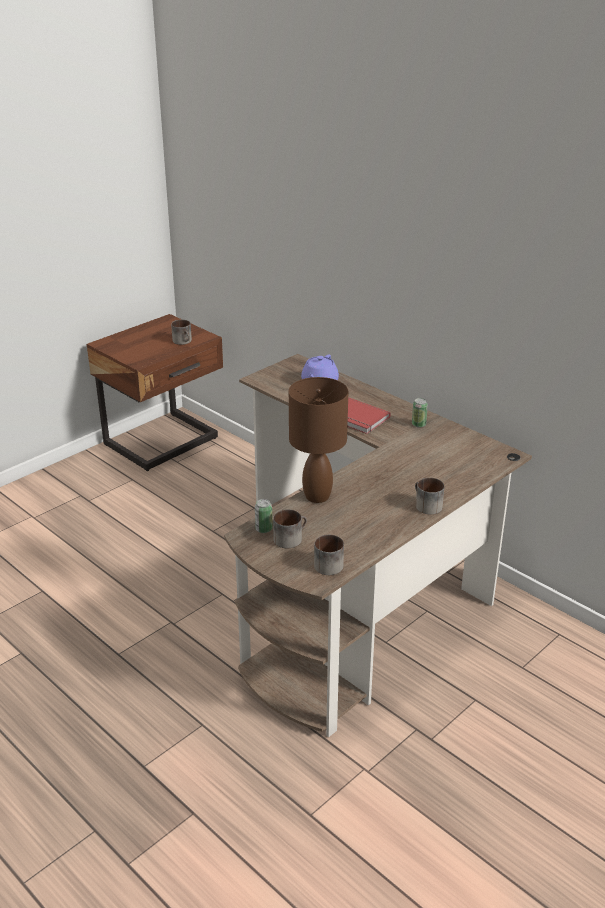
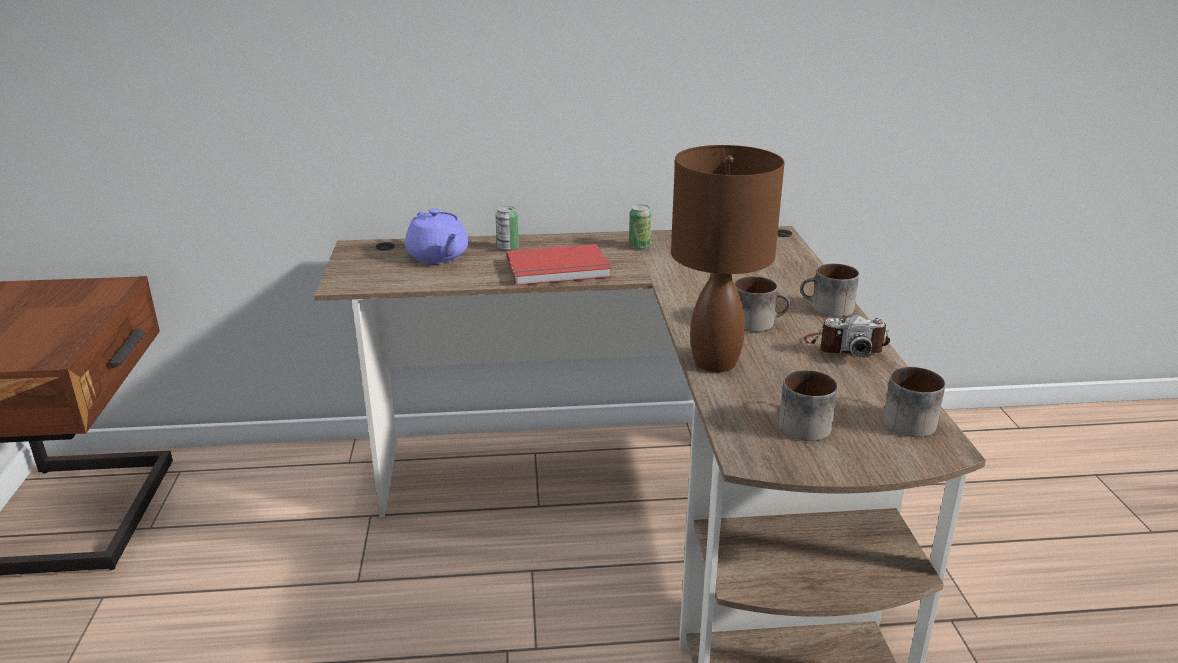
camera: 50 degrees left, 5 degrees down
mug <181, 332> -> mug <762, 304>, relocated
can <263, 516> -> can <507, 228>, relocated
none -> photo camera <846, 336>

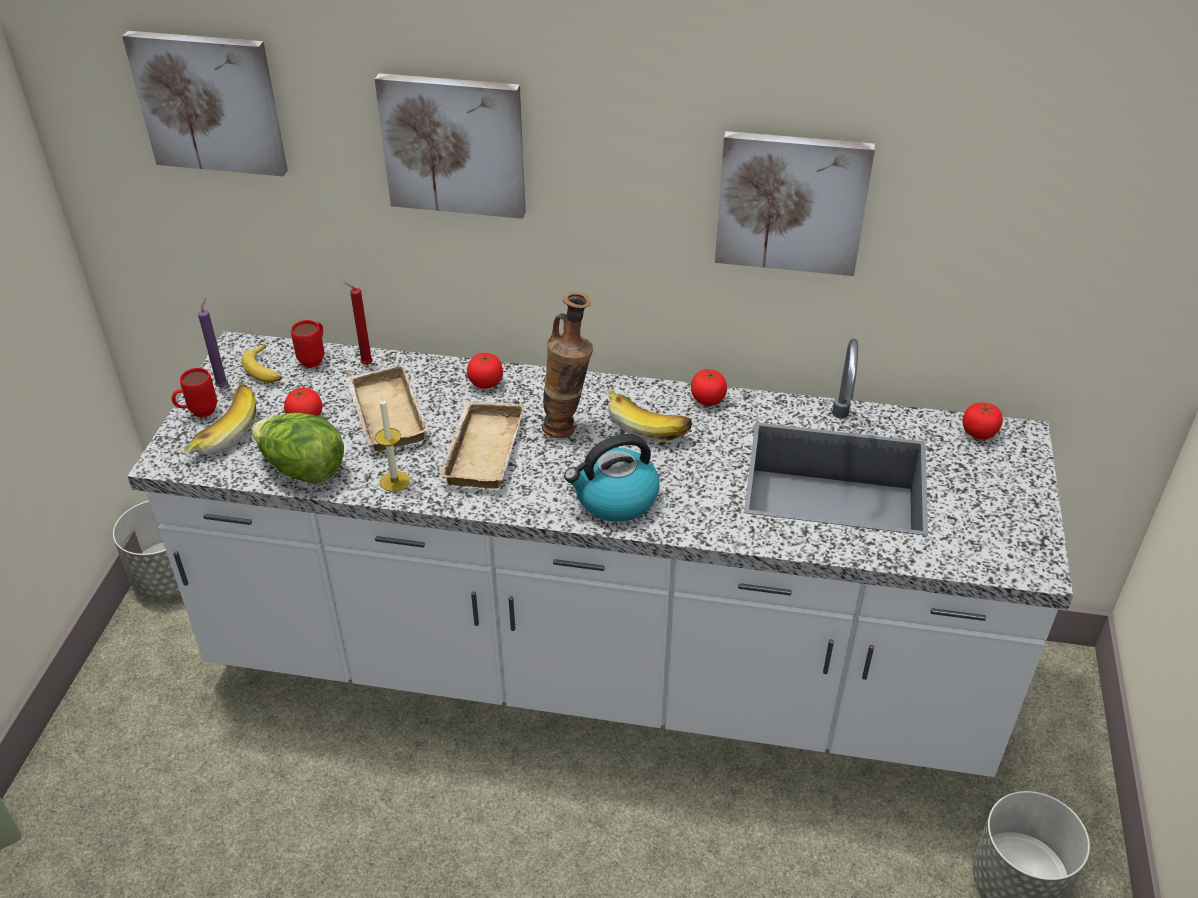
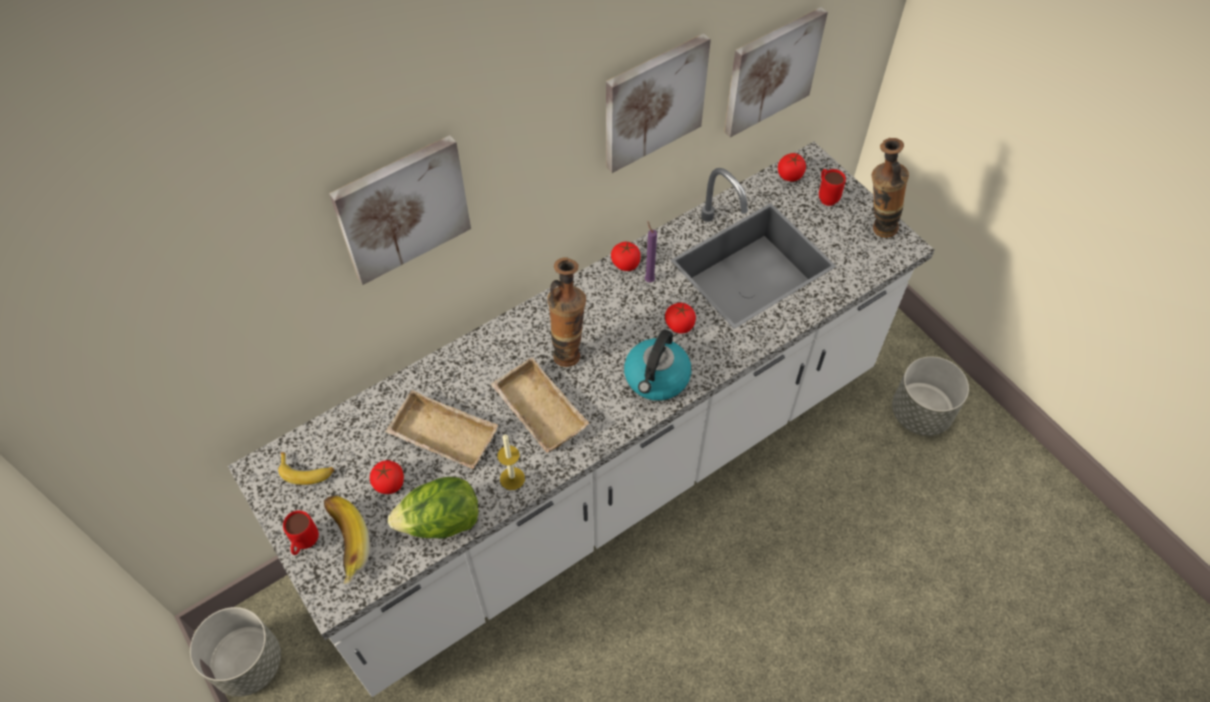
camera: 45 degrees left, 15 degrees up
picture <205, 104> -> picture <776, 72>, relocated
candle (red) <358, 323> -> none
candle (purple) <213, 343> -> candle (purple) <651, 251>, relocated
mug (red) <307, 344> -> mug (red) <832, 187>, relocated
tomato <485, 371> -> tomato <680, 318>, relocated
banana <649, 415> -> none
none -> vase <890, 188>

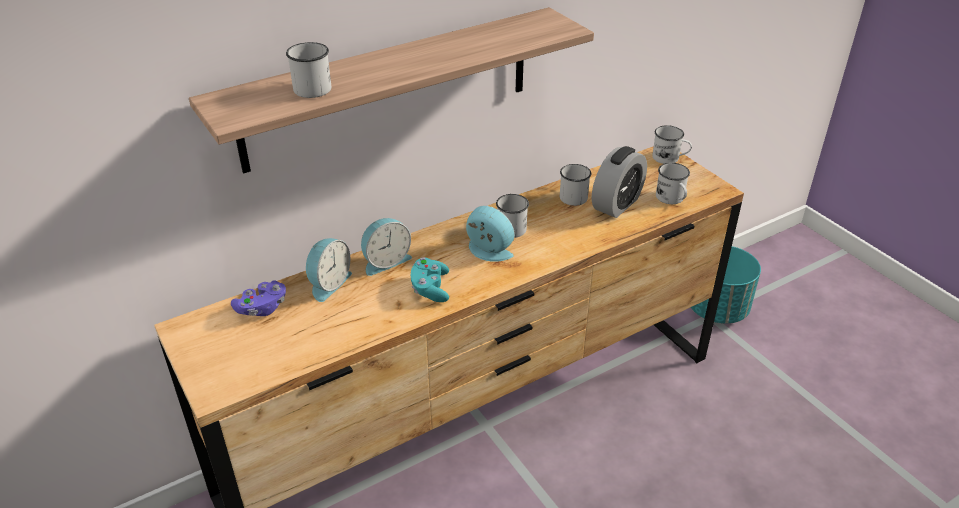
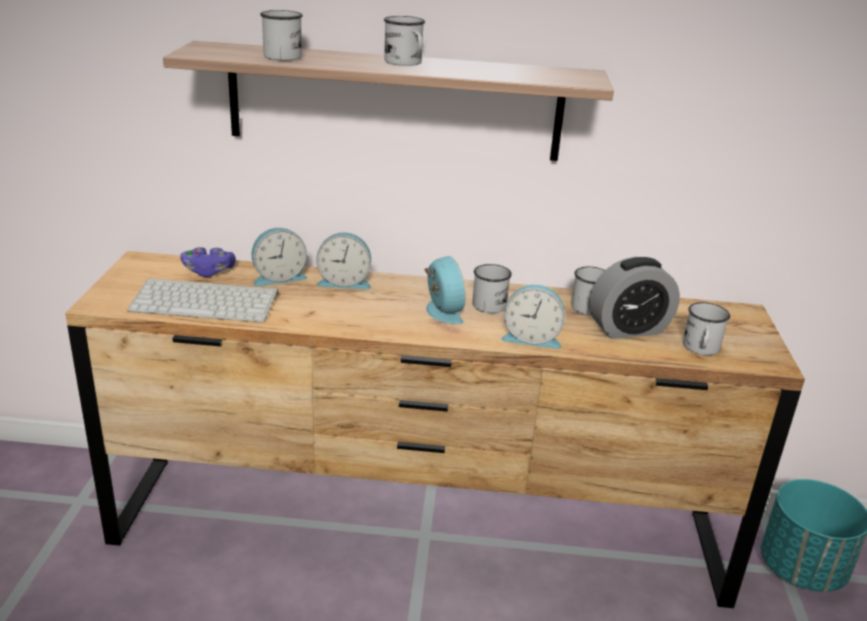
camera: 35 degrees right, 10 degrees down
mug (white) <672, 144> -> mug (white) <404, 41>, relocated
game controller (turquoise) <430, 280> -> none
none -> keyboard <202, 300>
none -> alarm clock <533, 317>

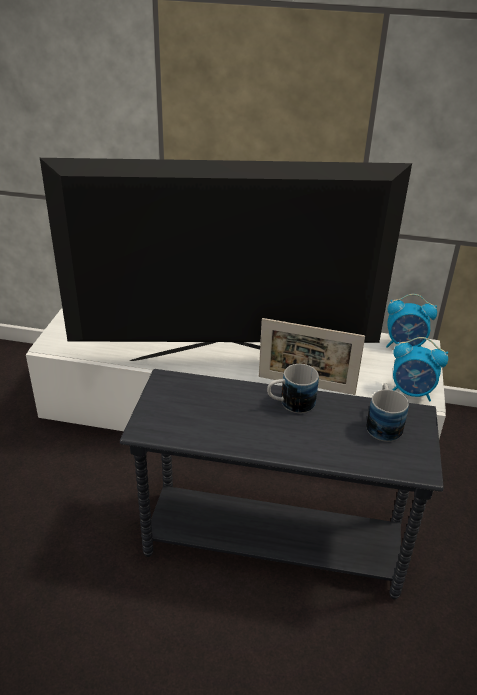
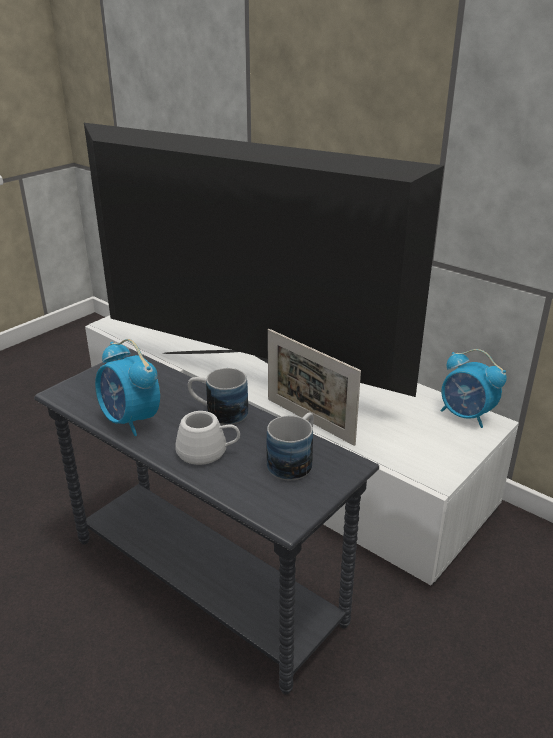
camera: 30 degrees right, 5 degrees down
alarm clock <420, 369> -> alarm clock <127, 387>, relocated
none -> mug (white) <207, 438>

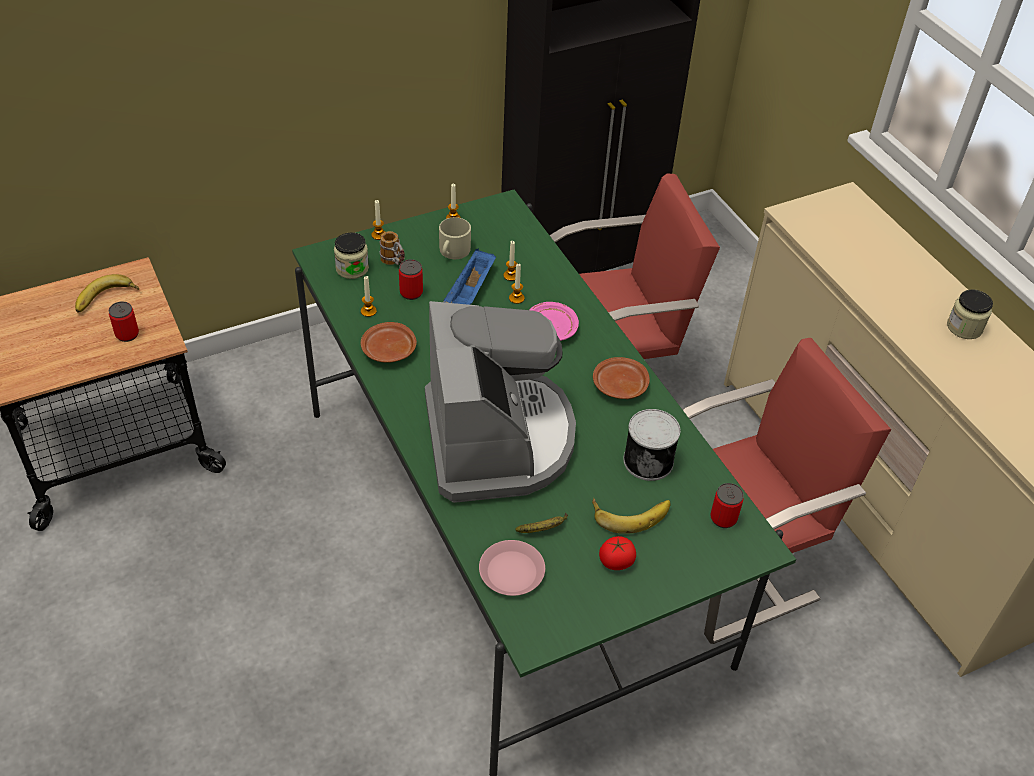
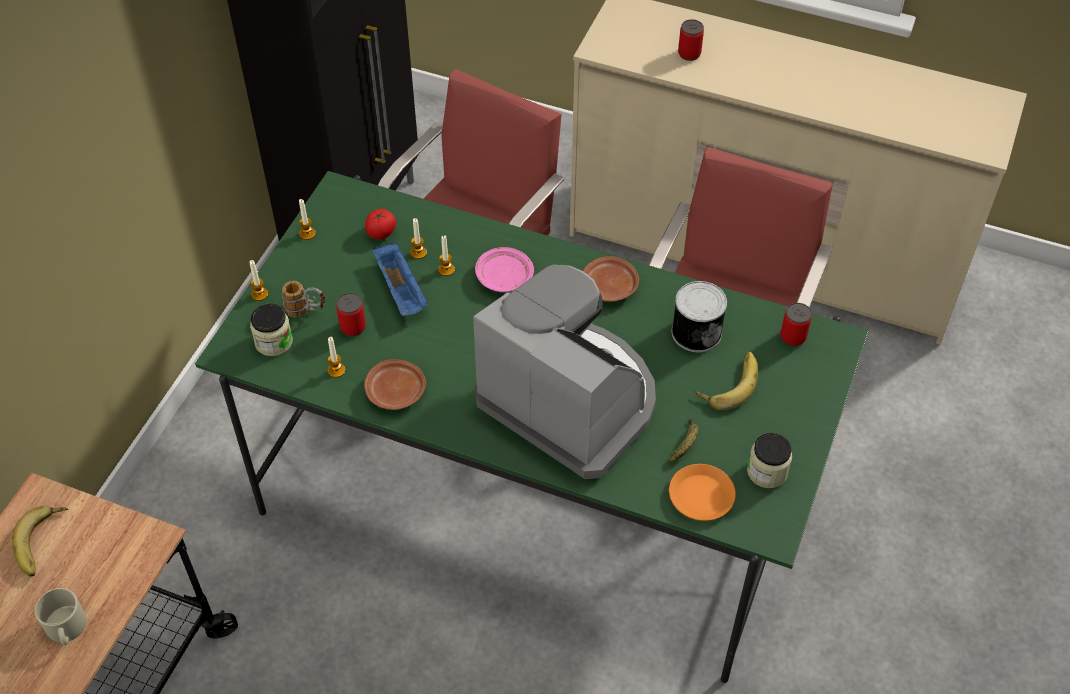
camera: 40 degrees left, 5 degrees up
mug (beige) <455, 238> -> mug (beige) <61, 616>, relocated
jar <970, 314> -> jar <769, 460>, relocated
can <124, 322> -> can <691, 40>, relocated
tomato <617, 553> -> tomato <380, 224>, relocated
plate (pink) <512, 568> -> plate (orange) <702, 492>

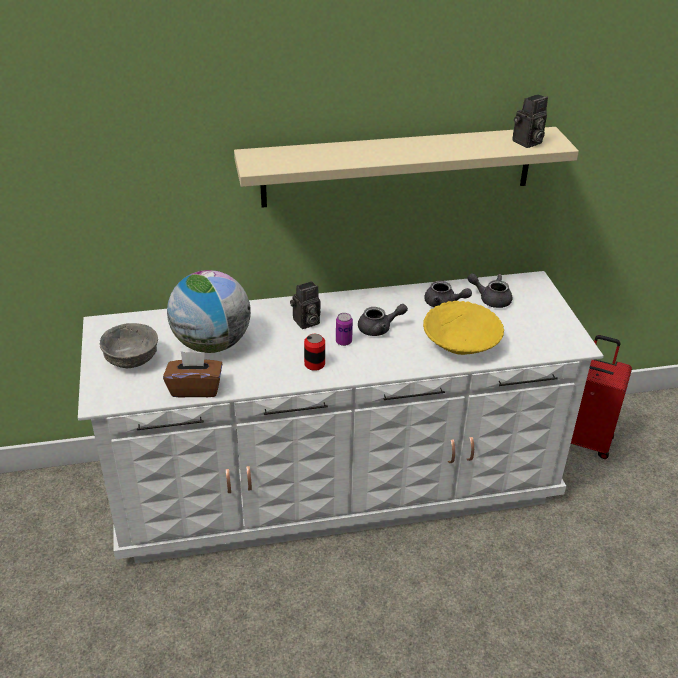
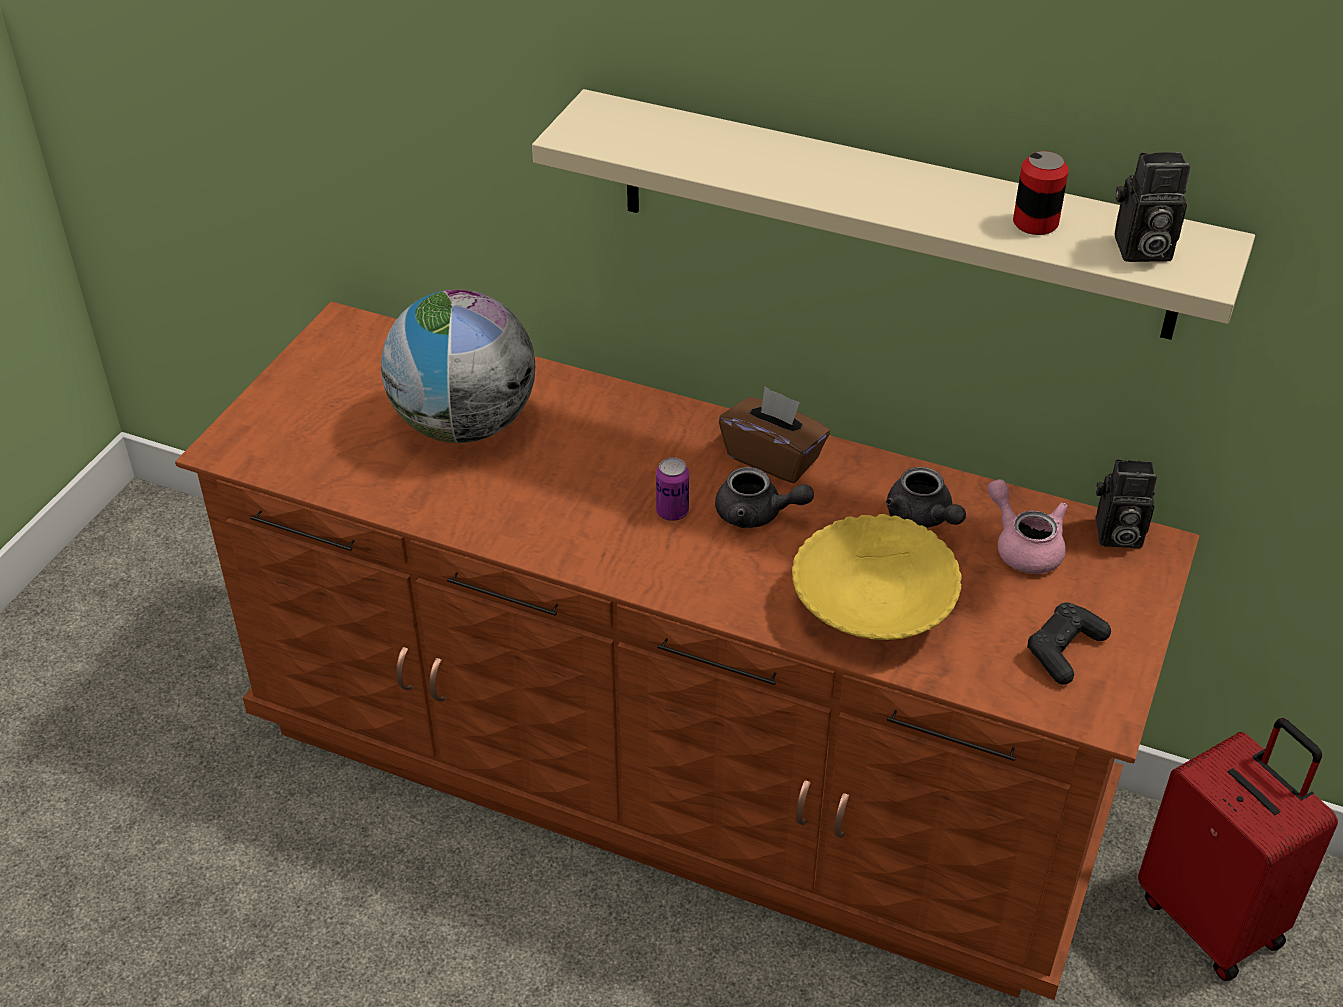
camera: 35 degrees right, 5 degrees up
dresser (white) <341, 417> -> dresser (brown) <687, 651>
teapot (grey) <489, 290> -> teapot (pink) <1027, 526>
photo camera <305, 305> -> photo camera <1126, 503>, relocated
bowl (grey) <129, 345> -> none
can <314, 352> -> can <1041, 193>, relocated
tissue box (brown) <192, 374> -> tissue box (brown) <774, 434>, relocated
none -> game controller (black) <1069, 643>

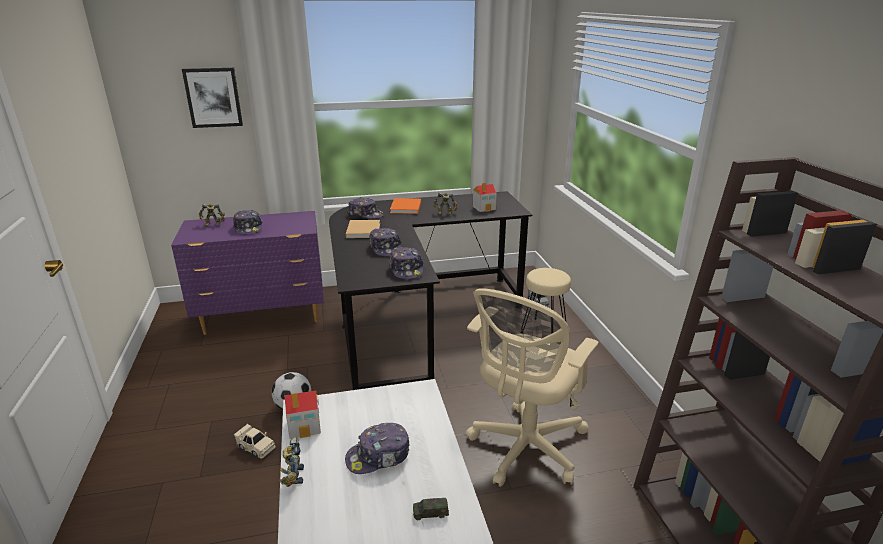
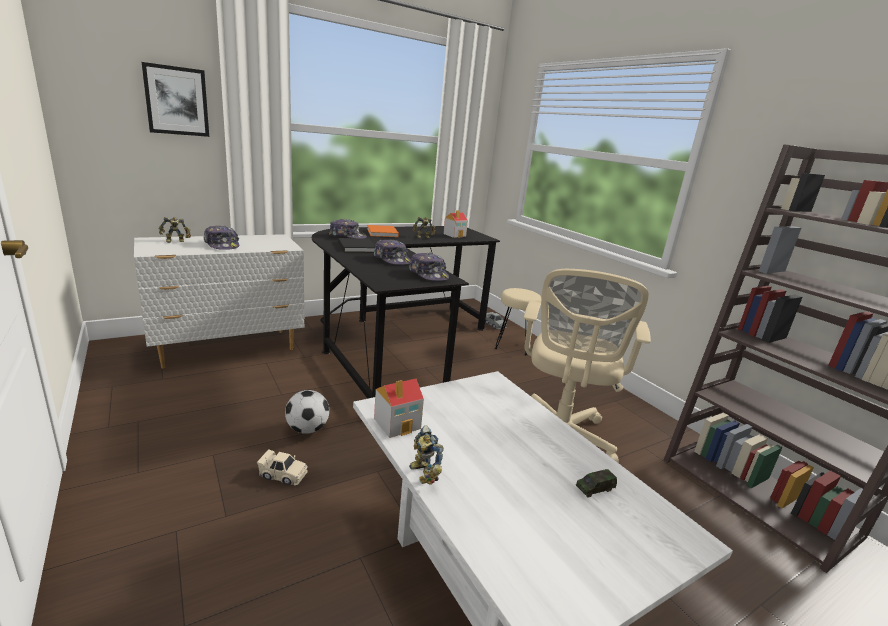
camera: 20 degrees left, 5 degrees down
dresser (purple) <247, 273> -> dresser (white) <219, 301>
book (beige) <363, 229> -> book (black) <356, 245>
cap <377, 448> -> none

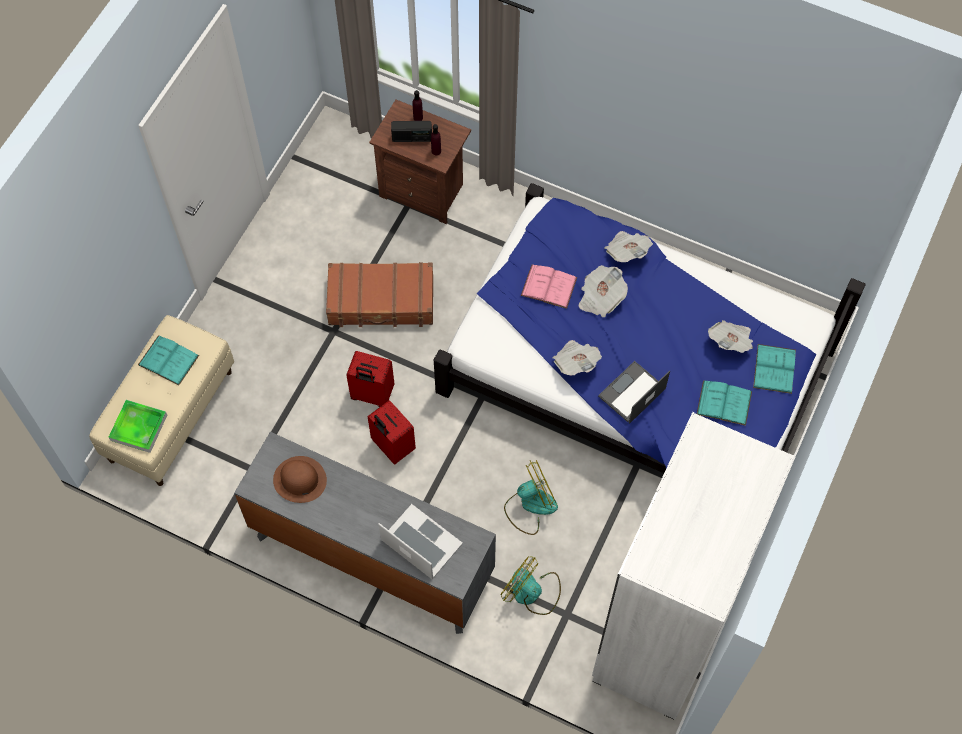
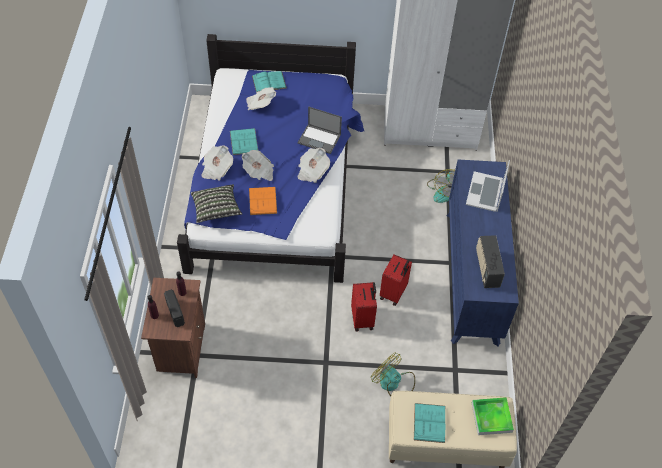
camera: 115 degrees left, 10 degrees down
suitcase (brown) <379, 294> -> none
book (pink) <549, 287> -> book (orange) <263, 201>
book (turquoise) <724, 403> -> book (turquoise) <244, 141>, relocated
dresser (grey) <365, 533> -> dresser (blue) <483, 253>
hat (brown) <300, 479> -> radio <490, 261>
fan <531, 497> -> fan <393, 374>, relocated
none -> pillow <216, 203>

